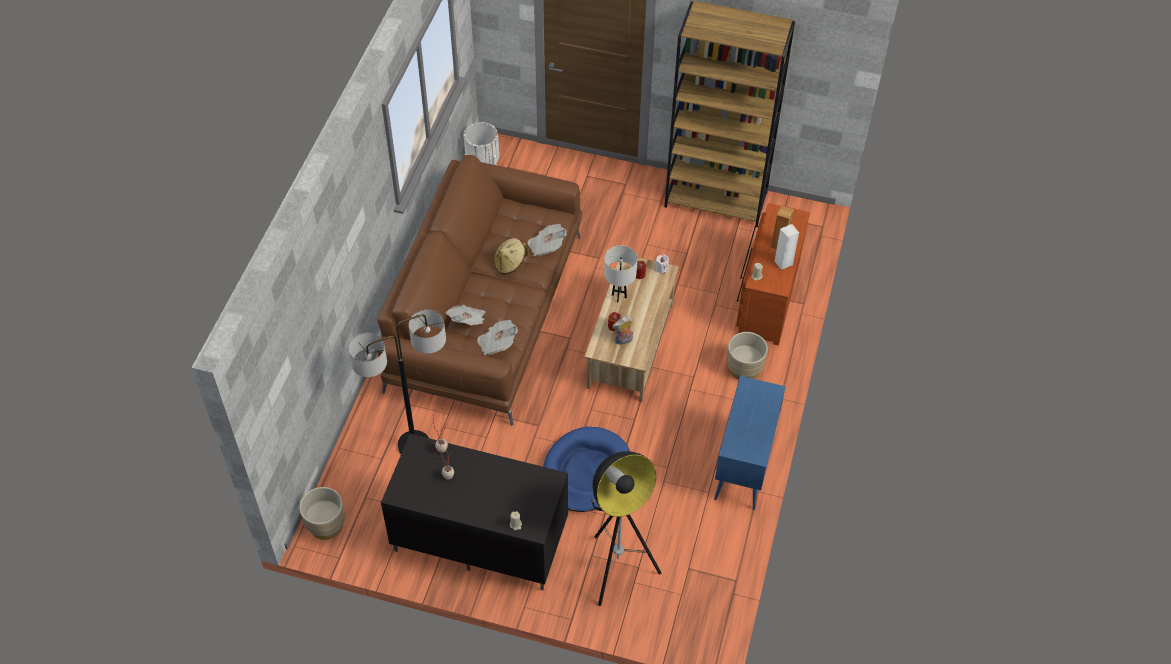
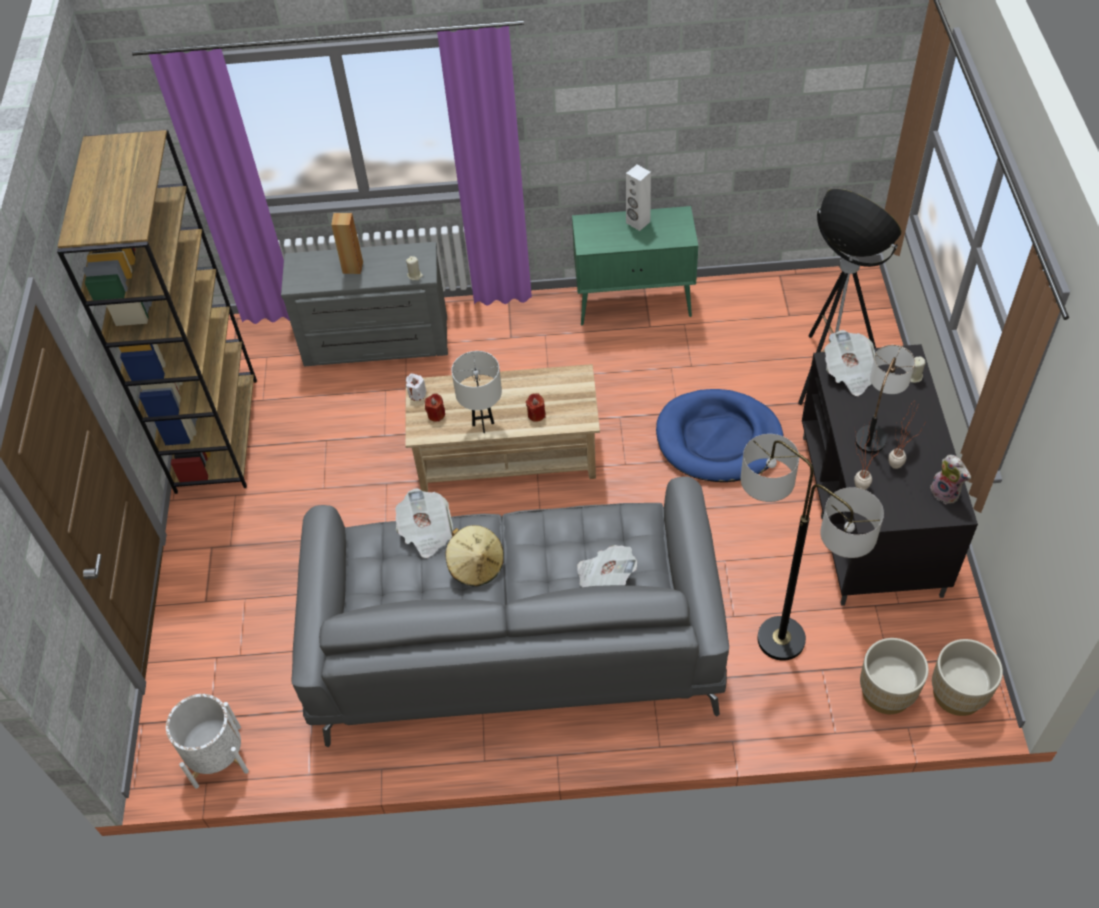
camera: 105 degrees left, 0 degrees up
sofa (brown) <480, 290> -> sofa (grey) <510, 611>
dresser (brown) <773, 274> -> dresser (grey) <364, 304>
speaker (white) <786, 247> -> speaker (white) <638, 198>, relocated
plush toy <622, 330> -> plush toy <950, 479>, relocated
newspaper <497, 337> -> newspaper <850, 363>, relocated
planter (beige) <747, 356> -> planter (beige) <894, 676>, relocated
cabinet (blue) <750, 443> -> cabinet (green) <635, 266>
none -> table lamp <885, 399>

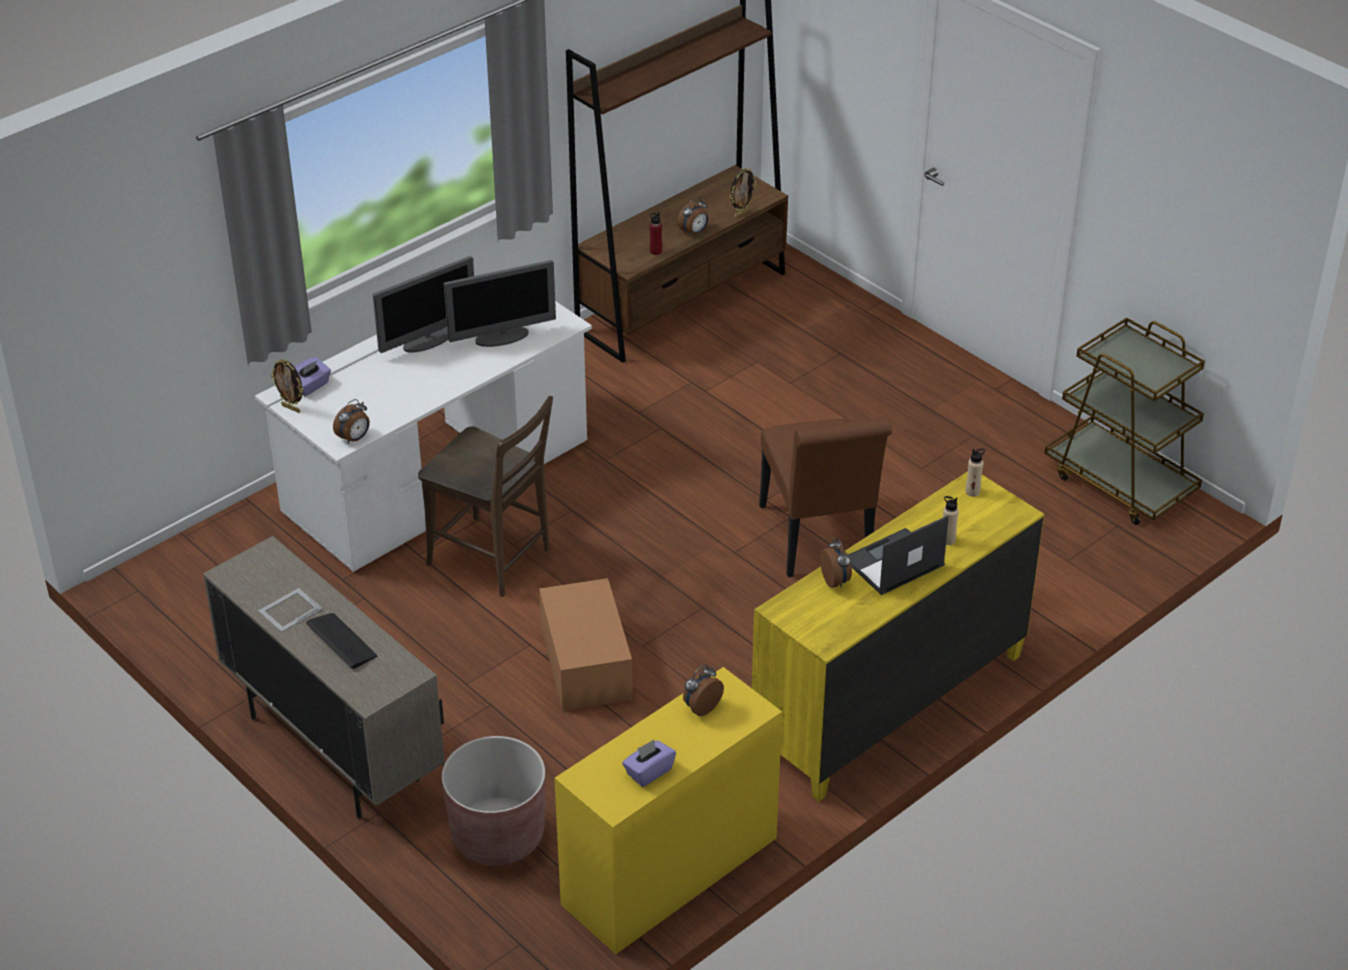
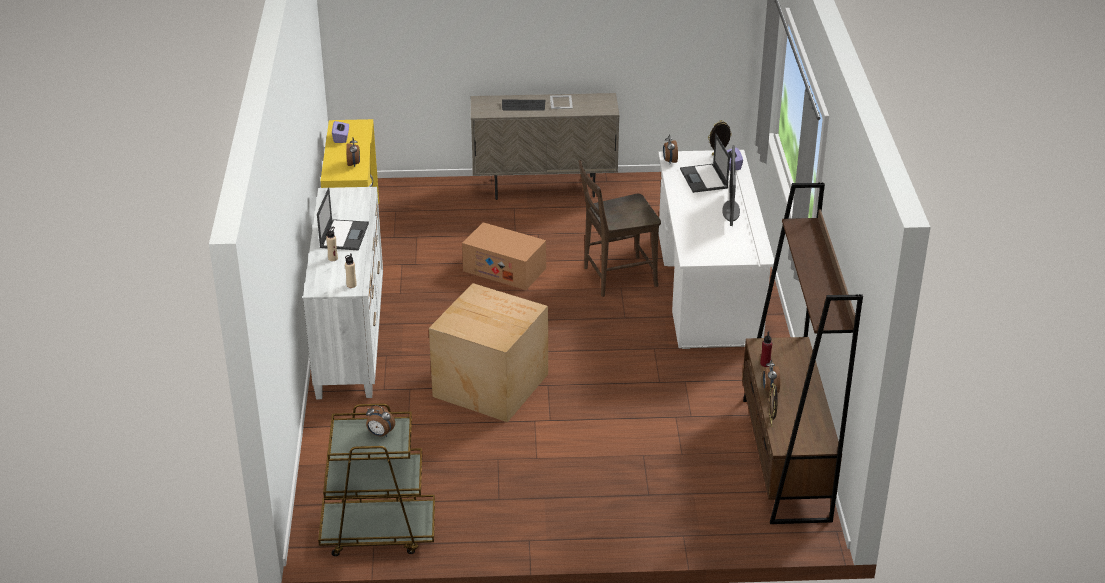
camera: 130 degrees right, 5 degrees down
monitor <500, 303> -> none
chair (brown) <825, 497> -> cardboard box <488, 352>
dresser (yellow) <898, 637> -> dresser (white) <343, 293>
alarm clock <836, 563> -> alarm clock <380, 421>, relocated
planter (brown) <494, 801> -> none
none -> laptop <705, 163>

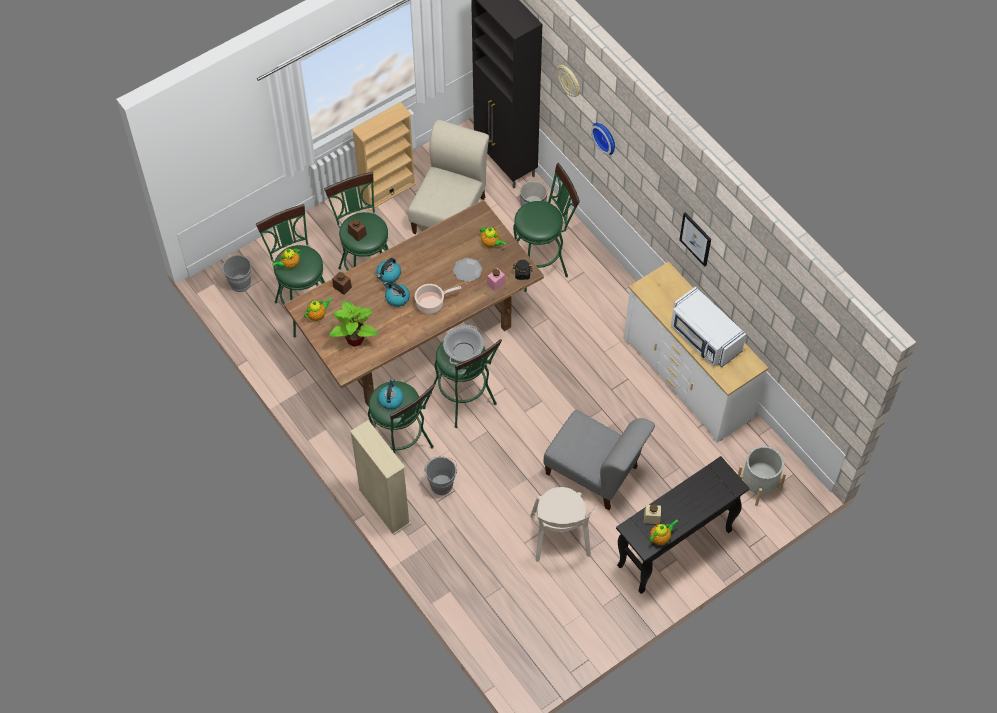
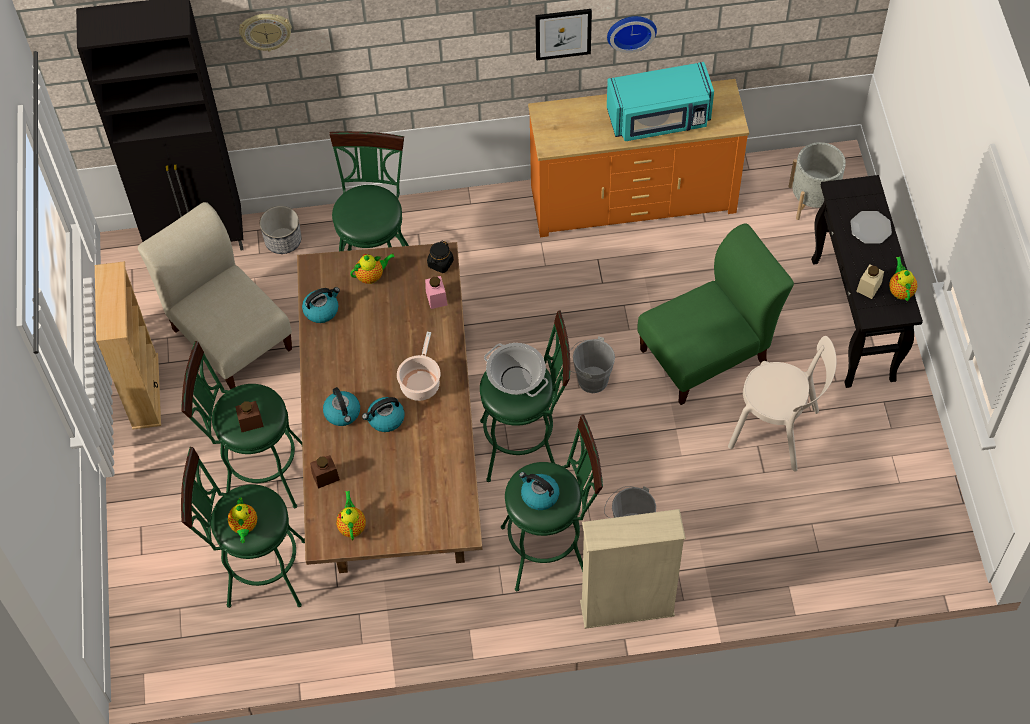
camera: 60 degrees left, 0 degrees up
wall clock <603, 139> -> wall clock <632, 34>, relocated
bucket (grey) <236, 273> -> bucket (grey) <592, 364>, relocated
plate <467, 270> -> plate <871, 227>, relocated
dresser (white) <696, 352> -> dresser (orange) <638, 158>
microwave (white) <708, 327> -> microwave (turquoise) <660, 101>
potted plant <354, 324> -> none
chair (grey) <599, 460> -> chair (green) <715, 314>
none -> kettle <321, 305>

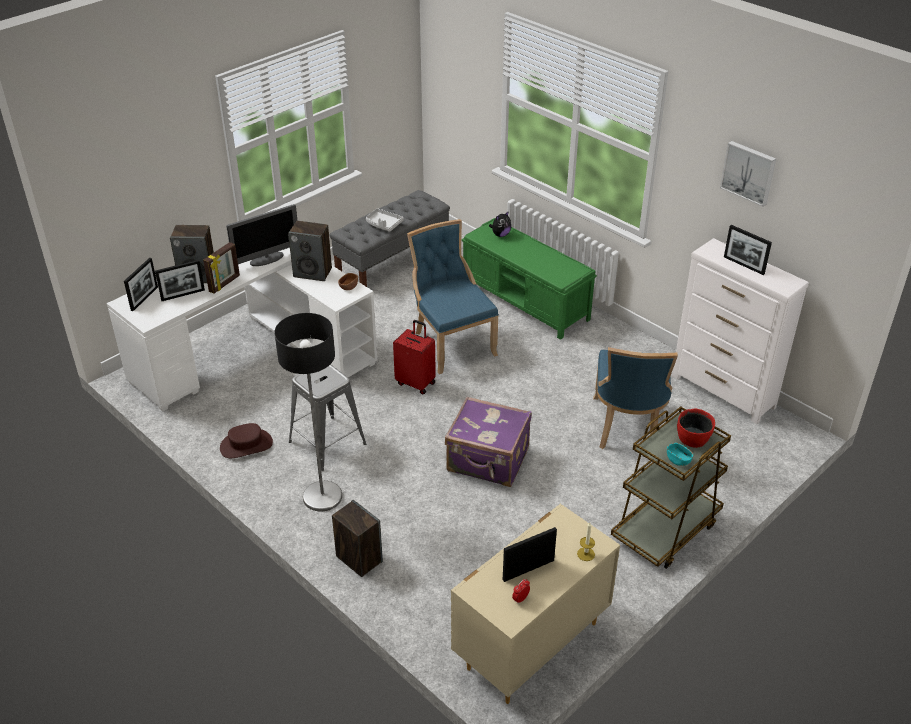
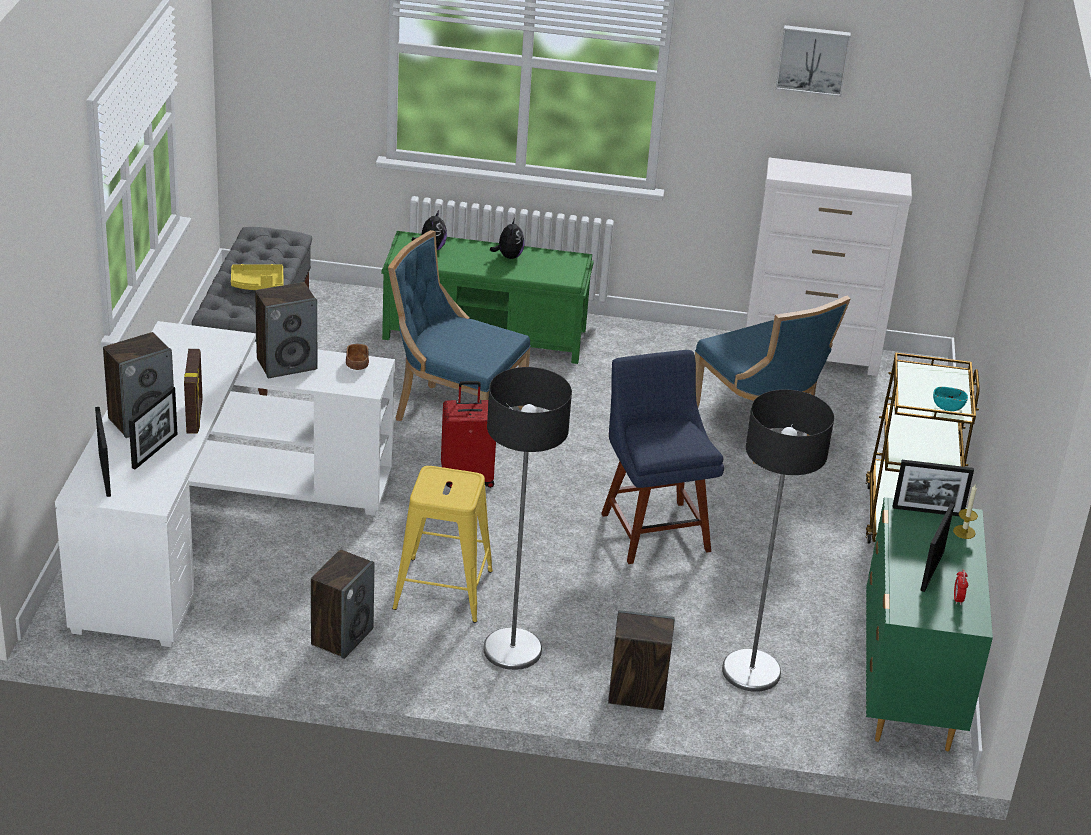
camera: 40 degrees left, 5 degrees down
monitor <261, 235> -> none
tray (grey) <385, 220> -> tray (yellow) <257, 277>
picture frame <748, 250> -> picture frame <933, 488>, relocated
stool (grey) <327, 417> -> stool (yellow) <442, 544>
suitcase (purple) <488, 442> -> chair (blue) <662, 457>
bowl (red) <696, 428> -> none
hat (brown) <246, 440> -> speaker <342, 604>
dresser (beige) <535, 604> -> dresser (green) <929, 624>
none -> plush toy <507, 238>
none -> floor lamp <778, 540>

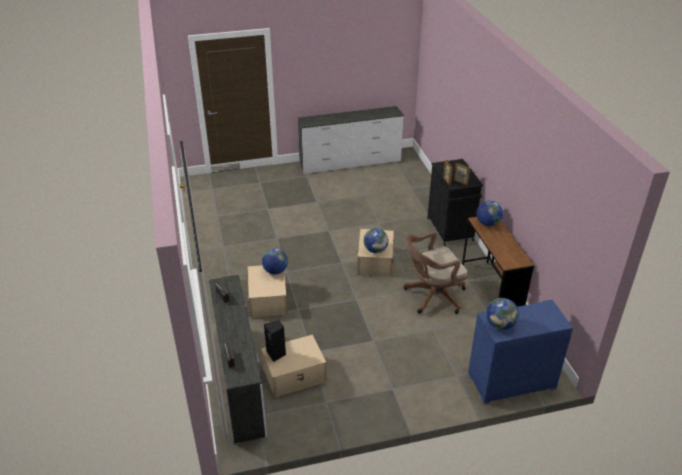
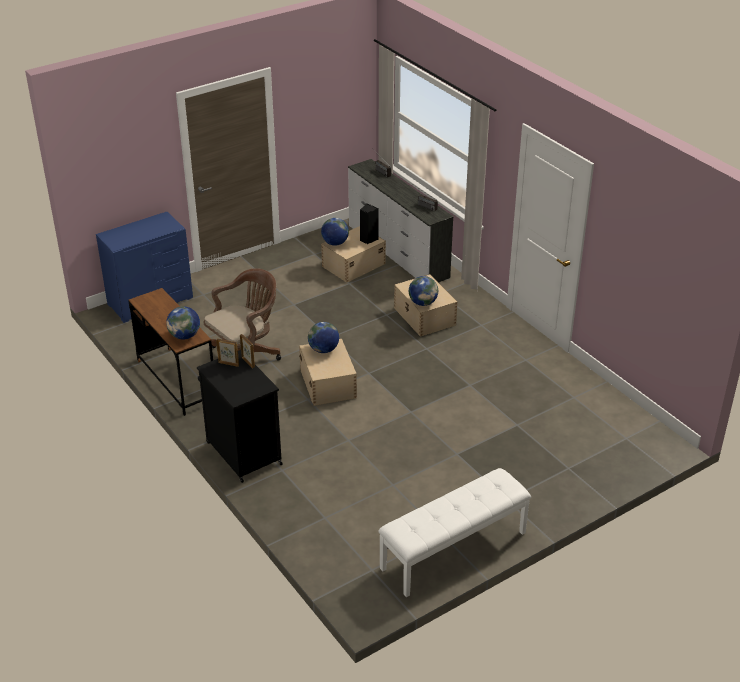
camera: 160 degrees right, 0 degrees up
dresser (white) <351, 140> -> bench (white) <454, 532>
globe <502, 314> -> globe <335, 232>, relocated

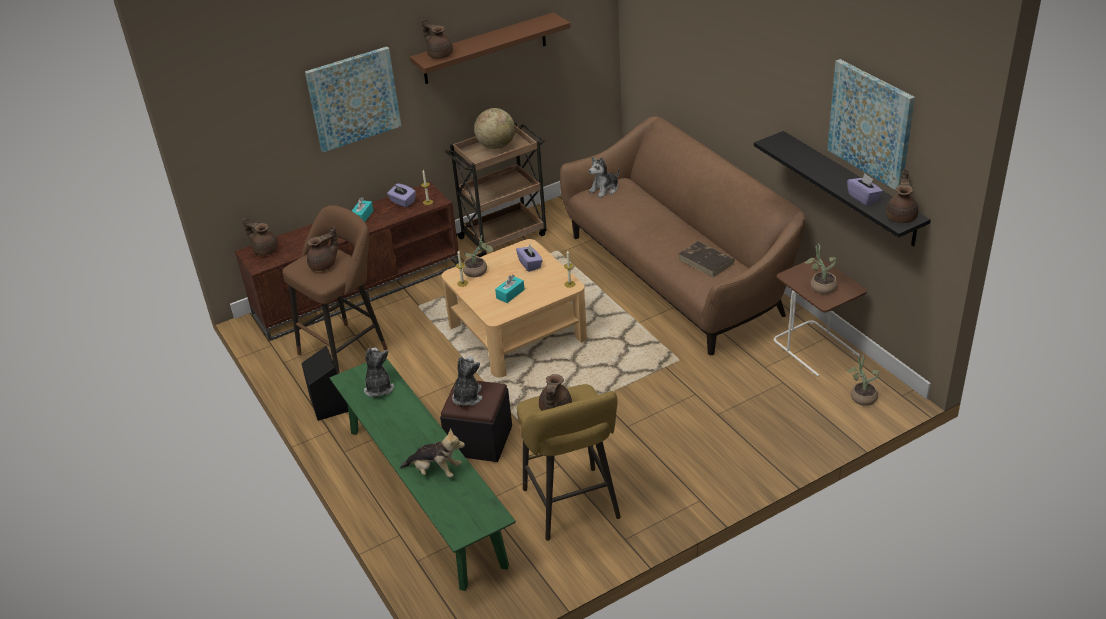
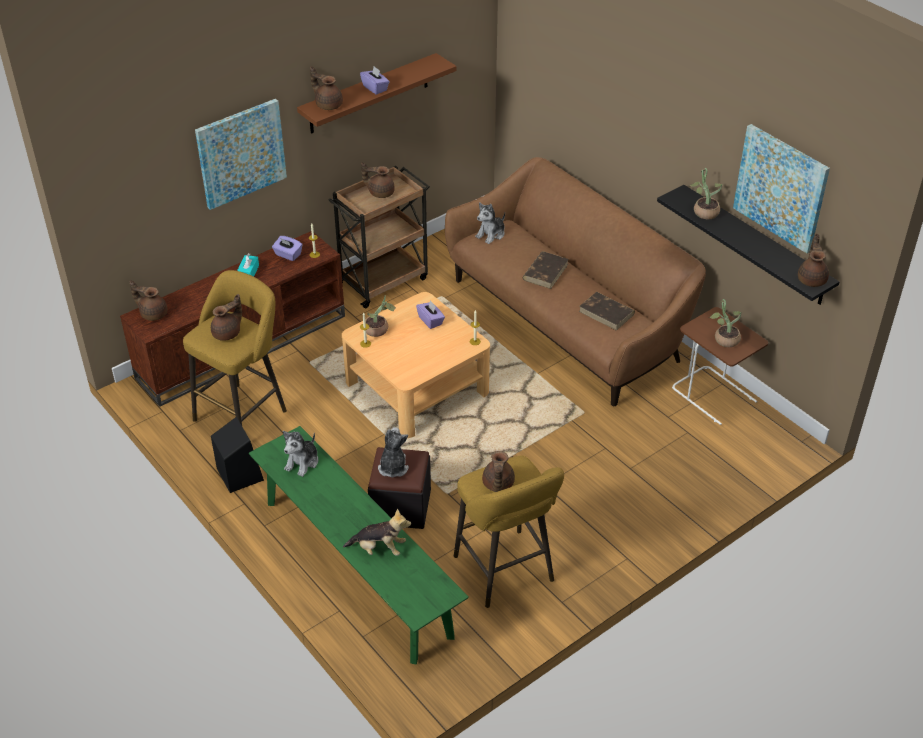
camera: 10 degrees left, 5 degrees up
globe <494, 128> -> teapot (brown) <378, 180>
tissue box (purple) <865, 189> -> tissue box (purple) <375, 81>, relocated
stool (brown) <335, 289> -> stool (yellow) <235, 347>
tissue box (turquoise) <510, 288> -> none
plush toy <379, 372> -> plush toy <300, 454>, 135 degrees counterclockwise
potted plant <862, 380> -> potted plant <706, 193>, relocated
none -> book (brown) <546, 270>

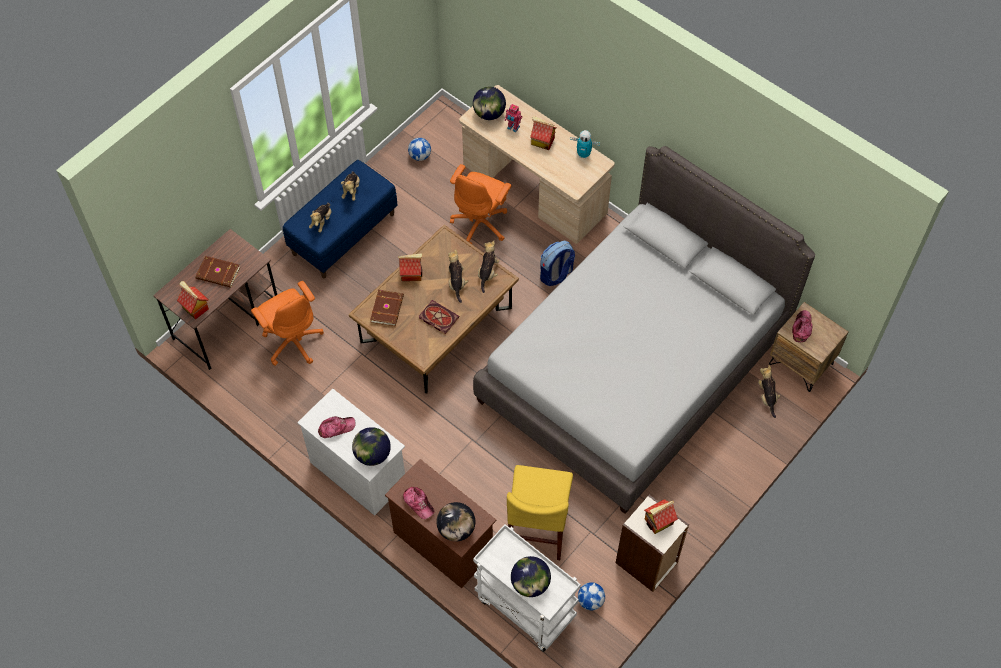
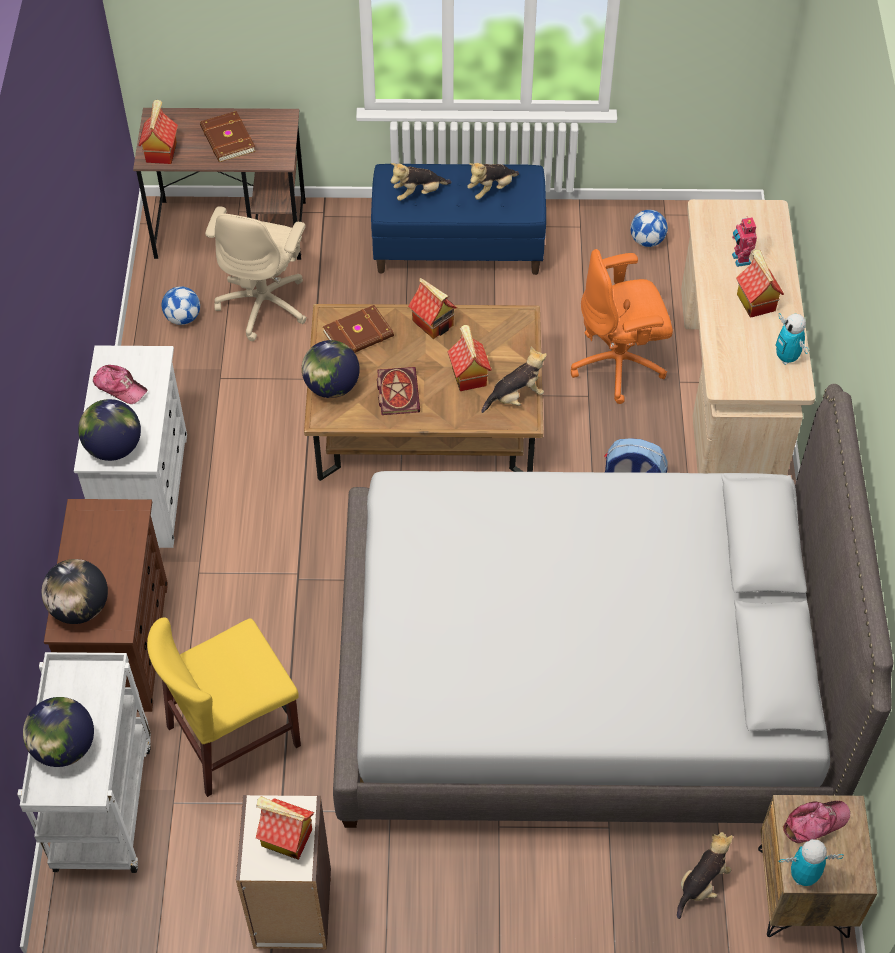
camera: 50 degrees right, 5 degrees down
globe <489, 103> -> globe <331, 369>, relocated
plush toy <458, 276> -> toy house <469, 358>
office chair (orange) <287, 323> -> office chair (beige) <256, 273>
cap <419, 503> -> none
football <591, 596> -> football <180, 305>, relocated
none -> toy robot <811, 862>

